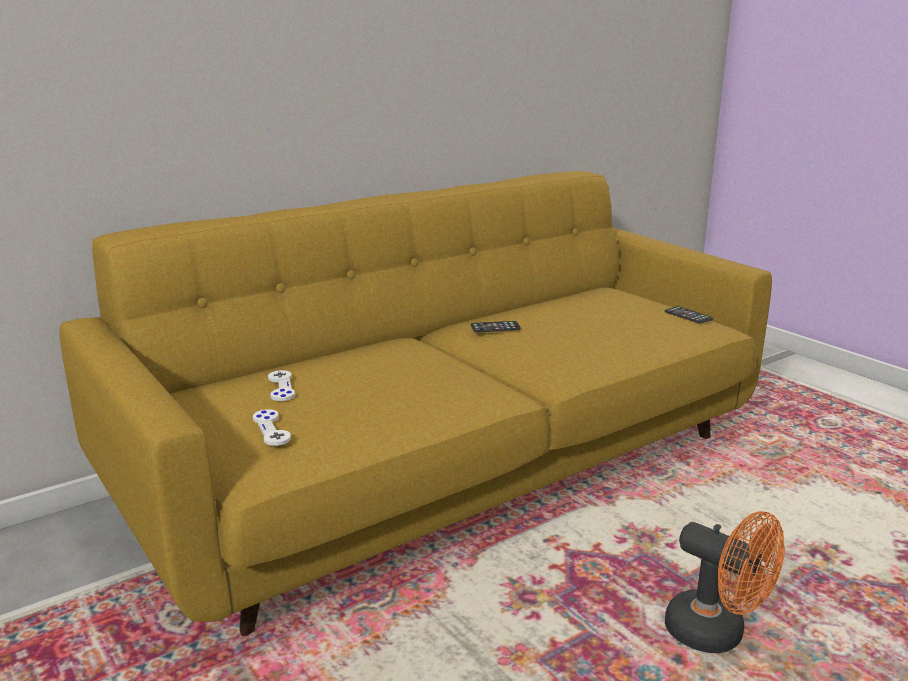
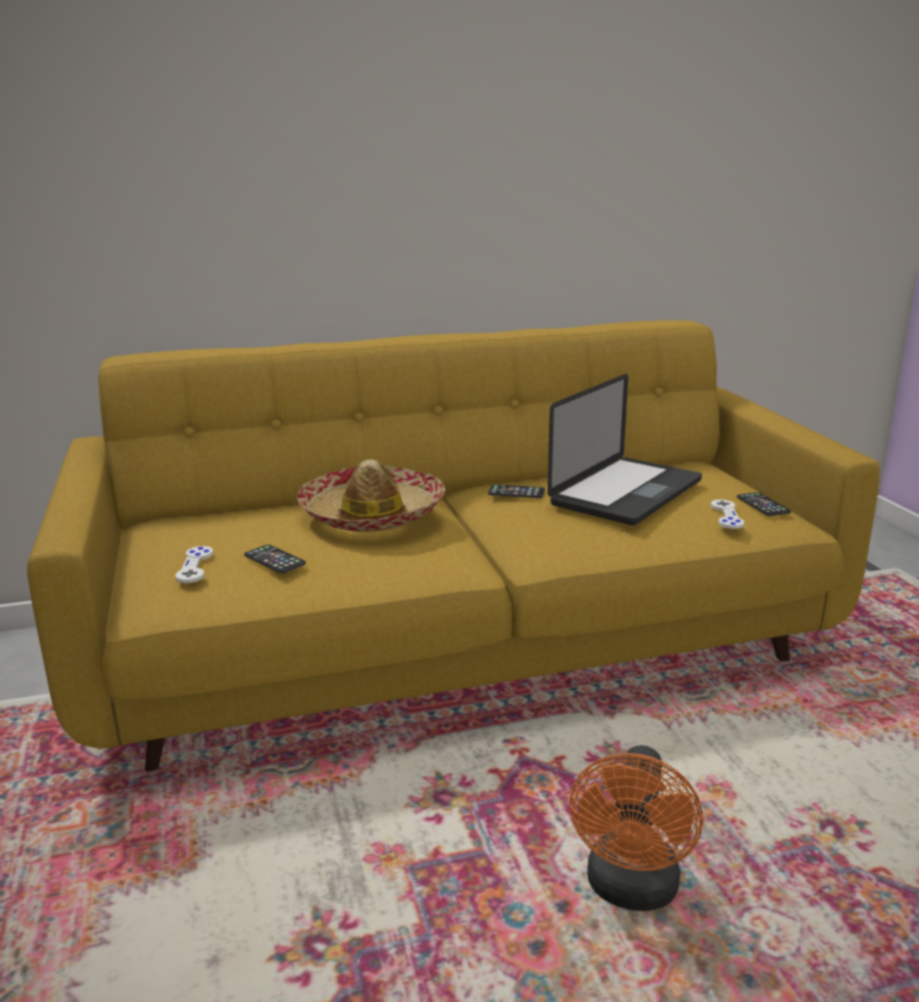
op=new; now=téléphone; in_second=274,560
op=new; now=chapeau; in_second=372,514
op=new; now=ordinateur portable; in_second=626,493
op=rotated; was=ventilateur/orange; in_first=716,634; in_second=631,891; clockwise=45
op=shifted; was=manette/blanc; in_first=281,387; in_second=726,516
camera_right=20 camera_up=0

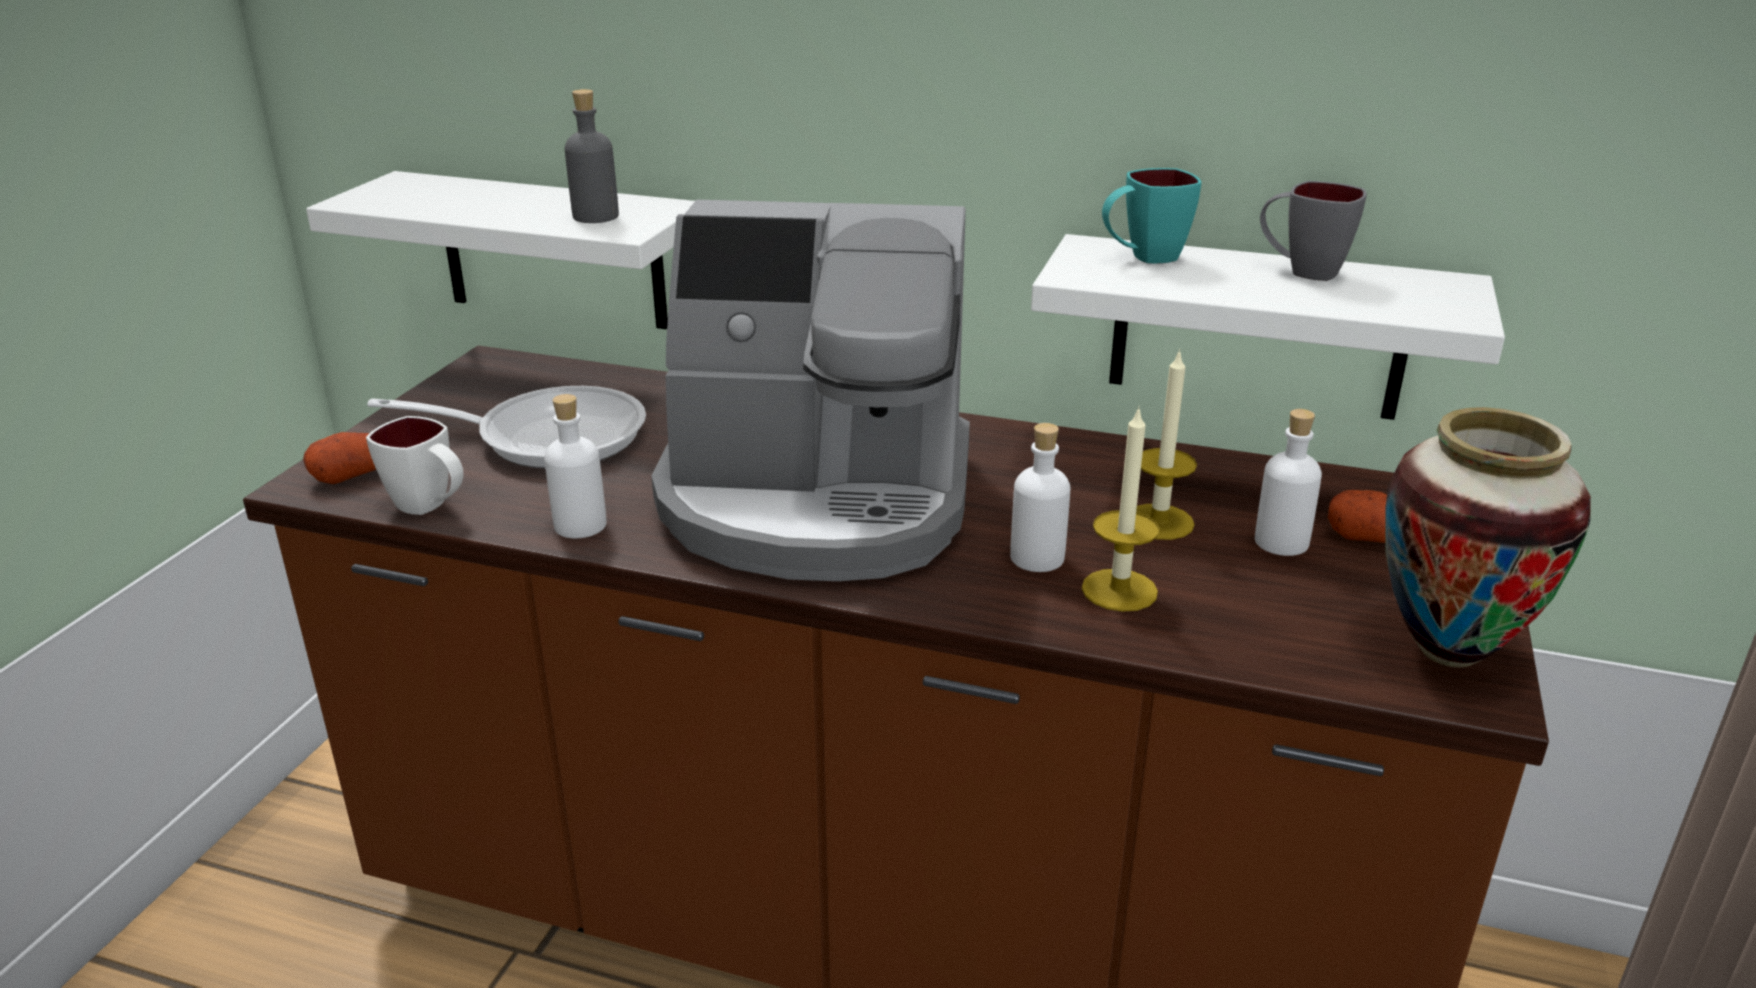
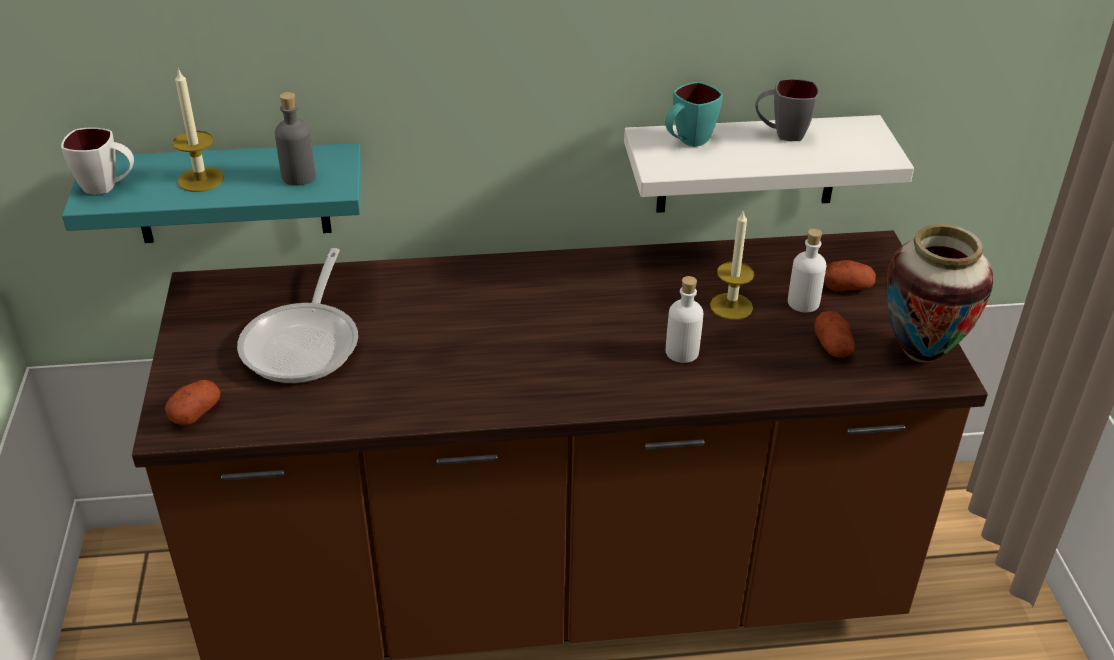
op=shifted; was=mug/blanc; in_first=430,507; in_second=108,187
op=repainted; was=étagère/blanc; now=étagère/turquoise; in_first=552,251; in_second=231,193
op=shifted; was=bougie; in_first=1119,590; in_second=200,179
op=rotated; was=poêle; in_first=548,437; in_second=305,342; clockwise=120
op=new; now=pomme de terre; in_second=832,346
op=gone; was=bouteille/blanc; in_first=580,525
op=gone; was=machine à café; in_first=817,502
camera_right=-25 camera_up=10

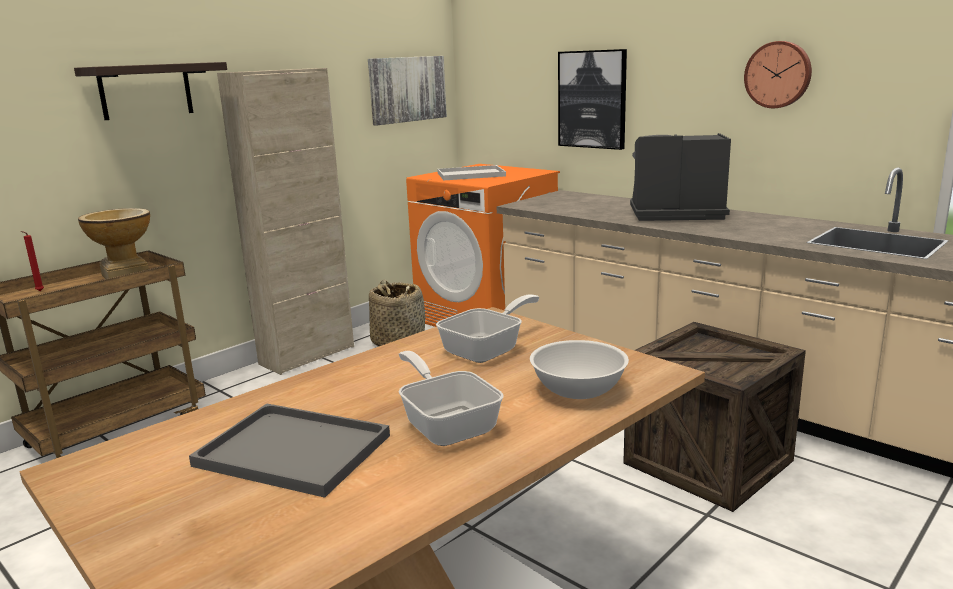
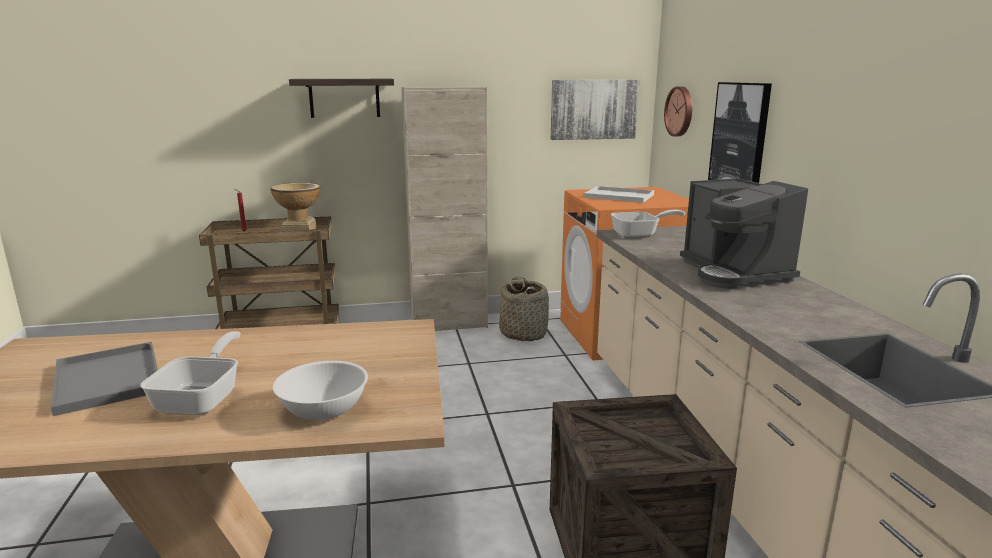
op=shifted; was=poêle; in_first=488,349; in_second=640,235
op=shifted; was=horloge murale; in_first=778,74; in_second=680,111
op=rotated; was=machine à café; in_first=673,214; in_second=734,273; clockwise=-150
camera_right=35 camera_up=0

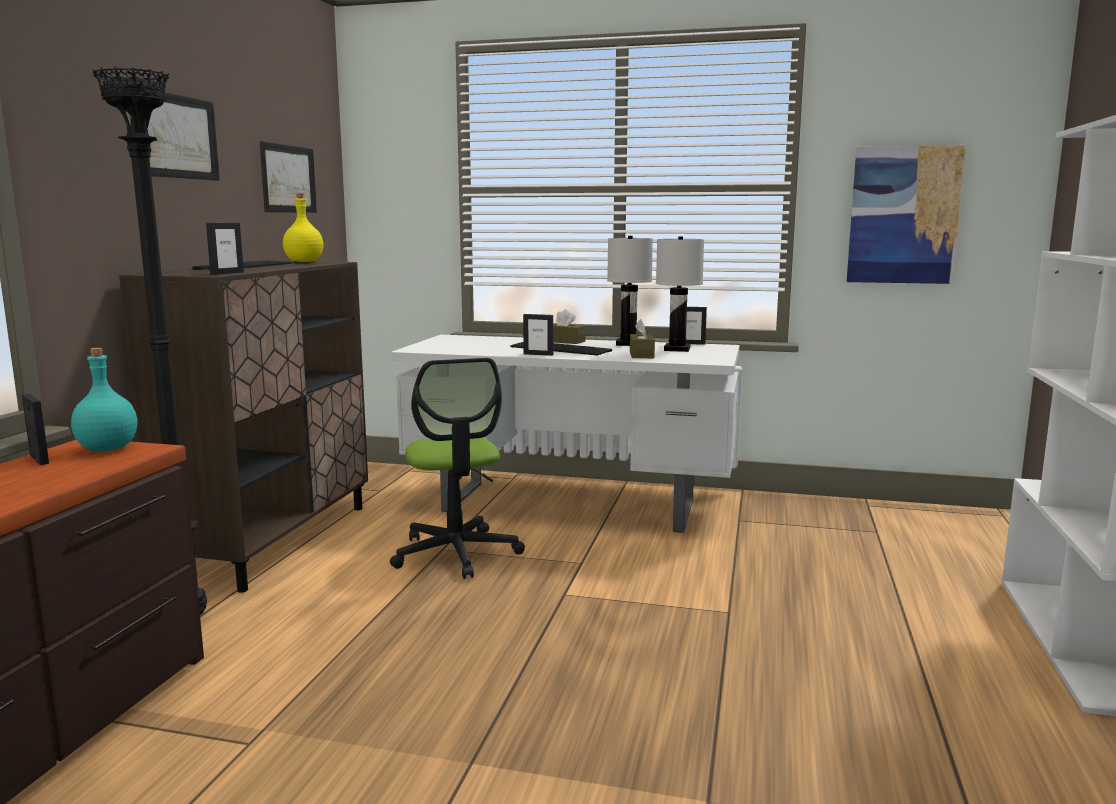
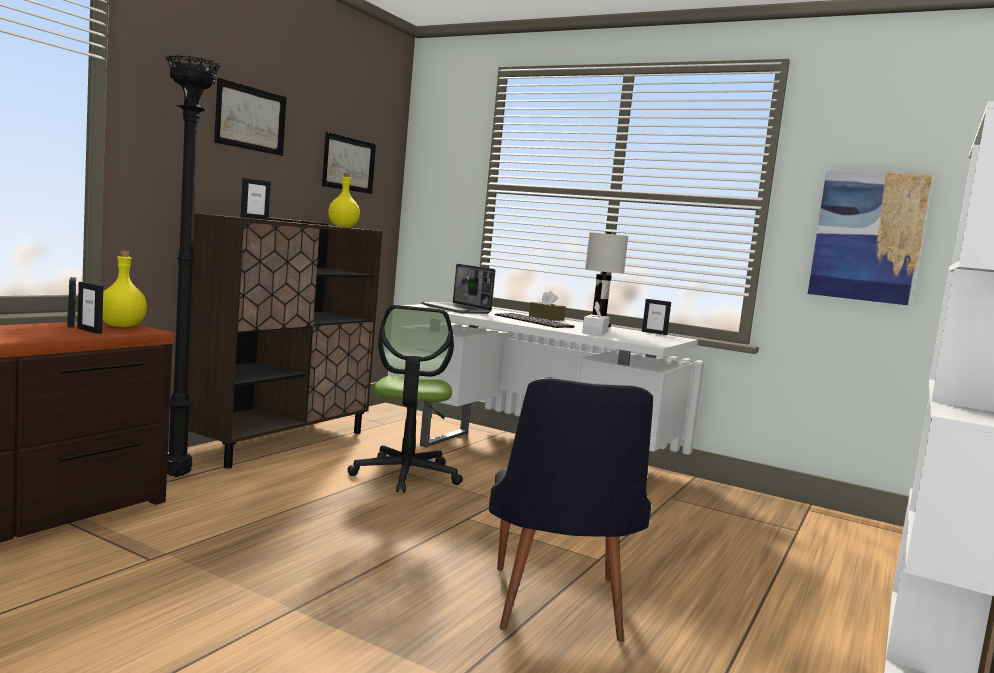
op=shifted; was=cadre photo; in_first=538,354; in_second=90,331
op=repainted; was=bouteille/turquoise; now=bouteille/jaune; in_first=108,448; in_second=122,326
op=new; now=ordinateur portable; in_second=456,309
op=new; now=chaise/noir; in_second=555,610
op=repainted; was=boîte à mouchoirs/marron; now=boîte à mouchoirs/blanc; in_first=641,355; in_second=595,332
op=gone; was=lampe de table/blanc; in_first=677,349
camera_right=15 camera_up=-5

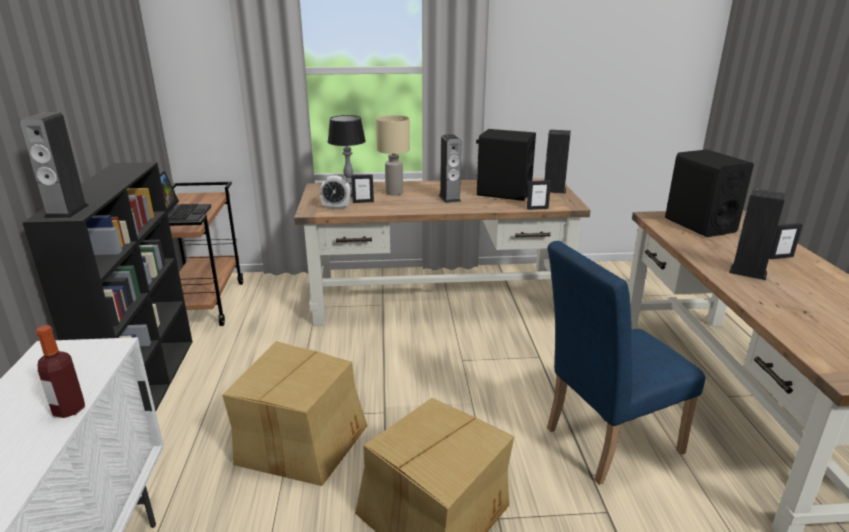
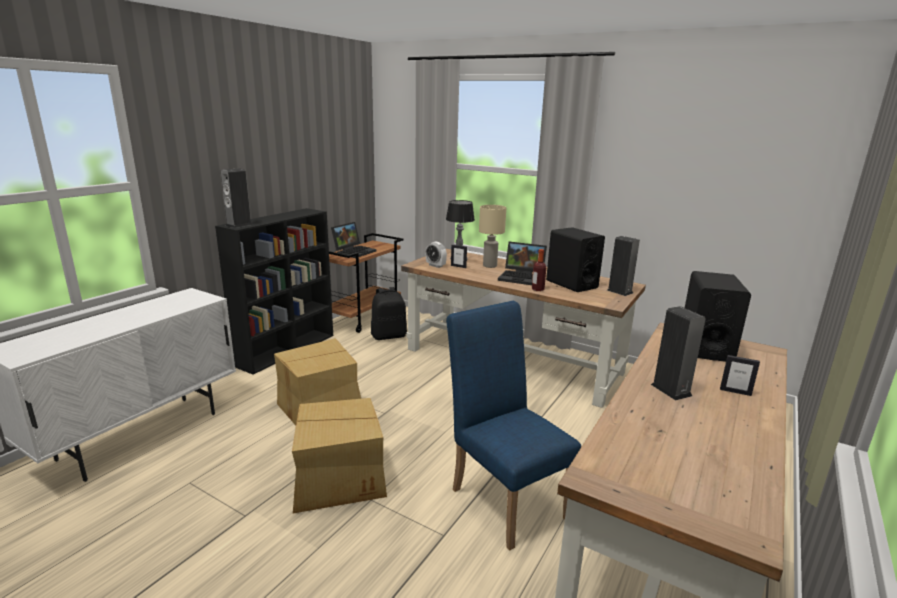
op=new; now=sac à dos/noir; in_second=389,336
op=rotated; was=chaise/bleu; in_first=604,442; in_second=504,497; clockwise=45
op=swapped; was=enceinte; now=ordinateur portable; in_first=449,198; in_second=522,277
op=shifted; was=bouteille; in_first=69,409; in_second=537,289
op=gone; was=cadre photo; in_first=537,208
camera_right=35 camera_up=-5

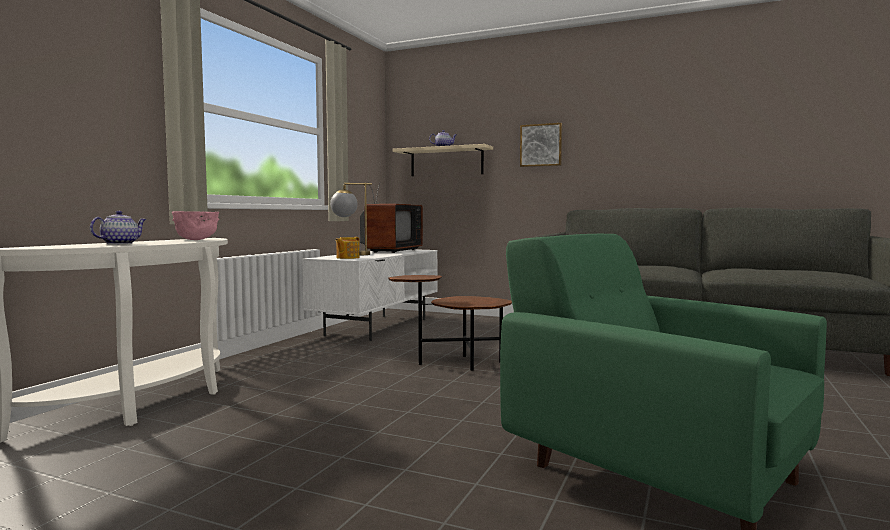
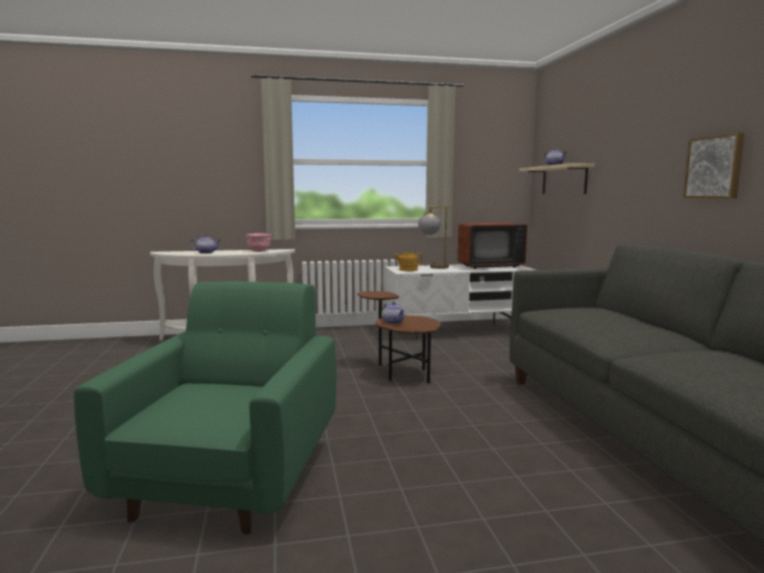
op=new; now=théière; in_second=394,322
op=shifted; was=tableau; in_first=541,145; in_second=715,167
camera_right=55 camera_up=5

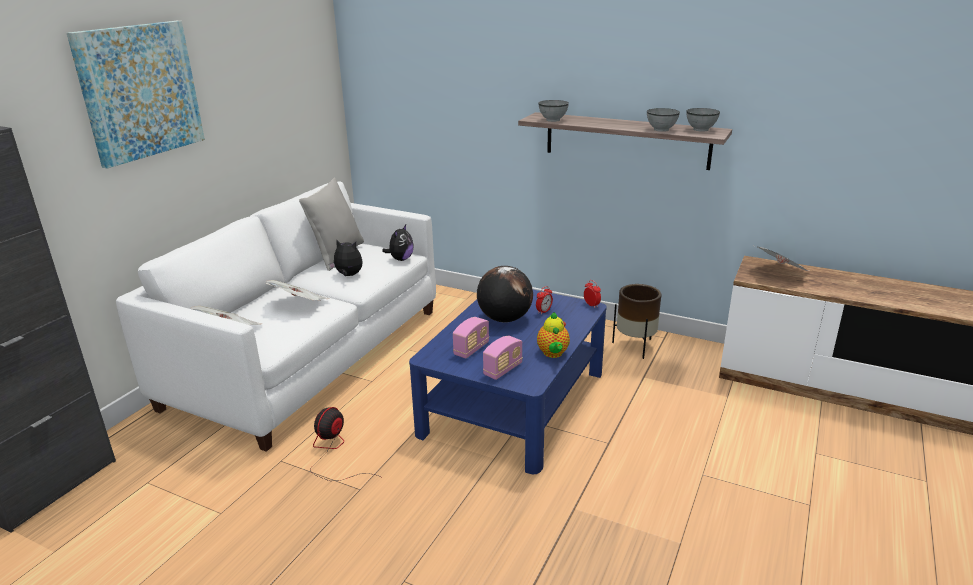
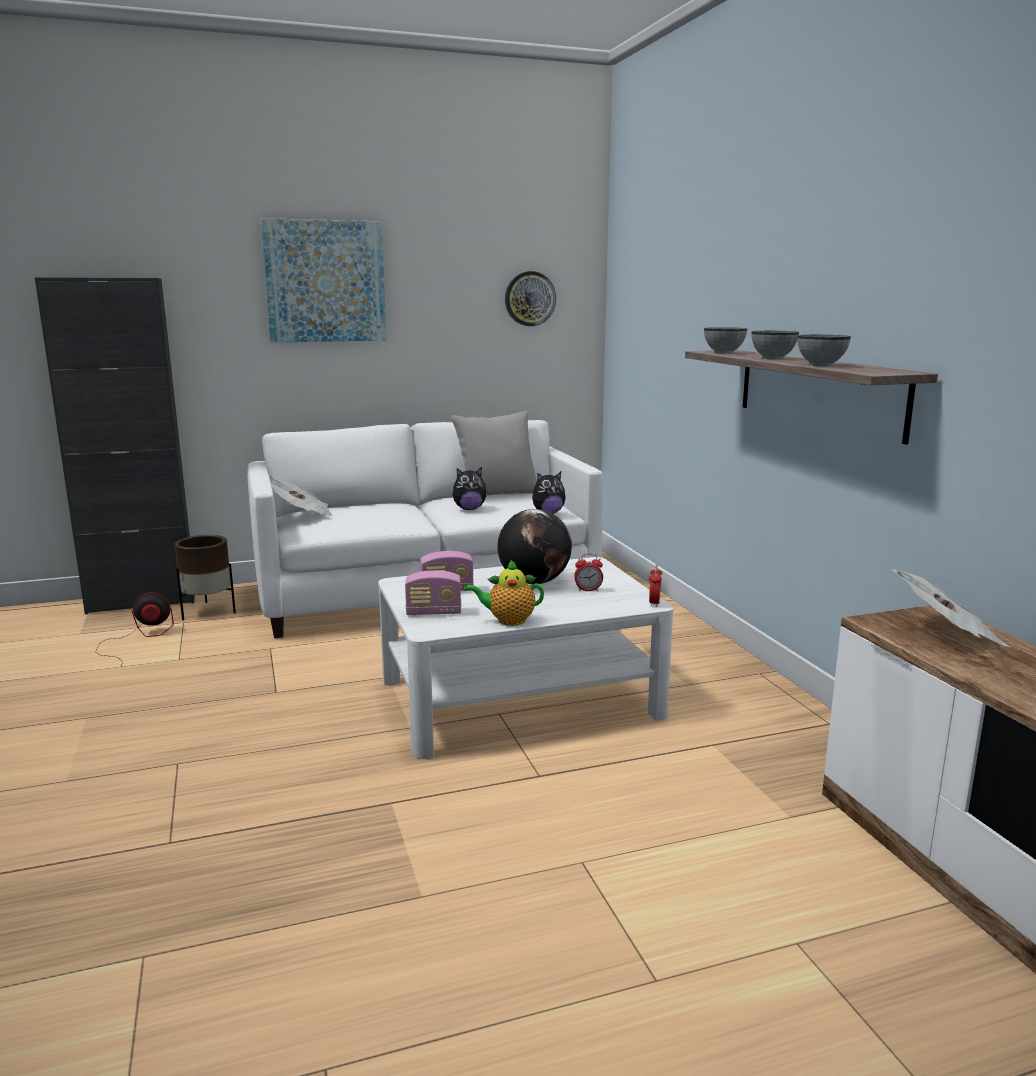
op=shifted; was=ventilateur; in_first=334,452; in_second=139,638
op=shifted; was=cache-pot/marron; in_first=635,346; in_second=208,612
op=repainted; was=table basse/bleu; now=table basse/blanc; in_first=514,402; in_second=519,697
op=rotated; was=peluche; in_first=348,275; in_second=469,509; clockwise=105
op=rotated; was=théière; in_first=553,354; in_second=508,620; clockwise=45
op=new; now=horloge murale; in_second=530,299
op=shifted; was=bol/gris; in_first=701,129; in_second=773,358
op=gone; was=journal; in_first=300,305
camera_right=45 camera_up=-10

